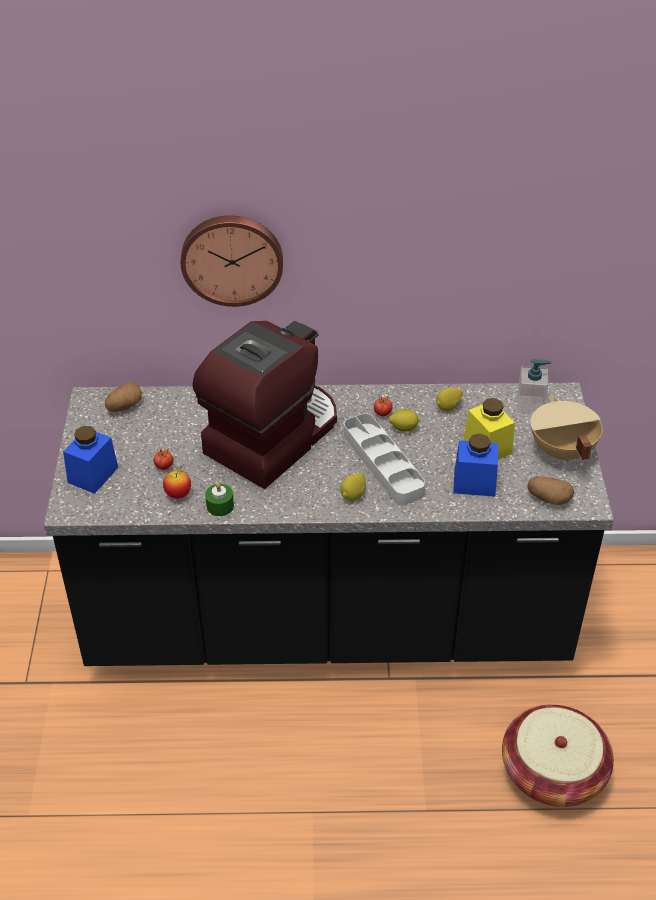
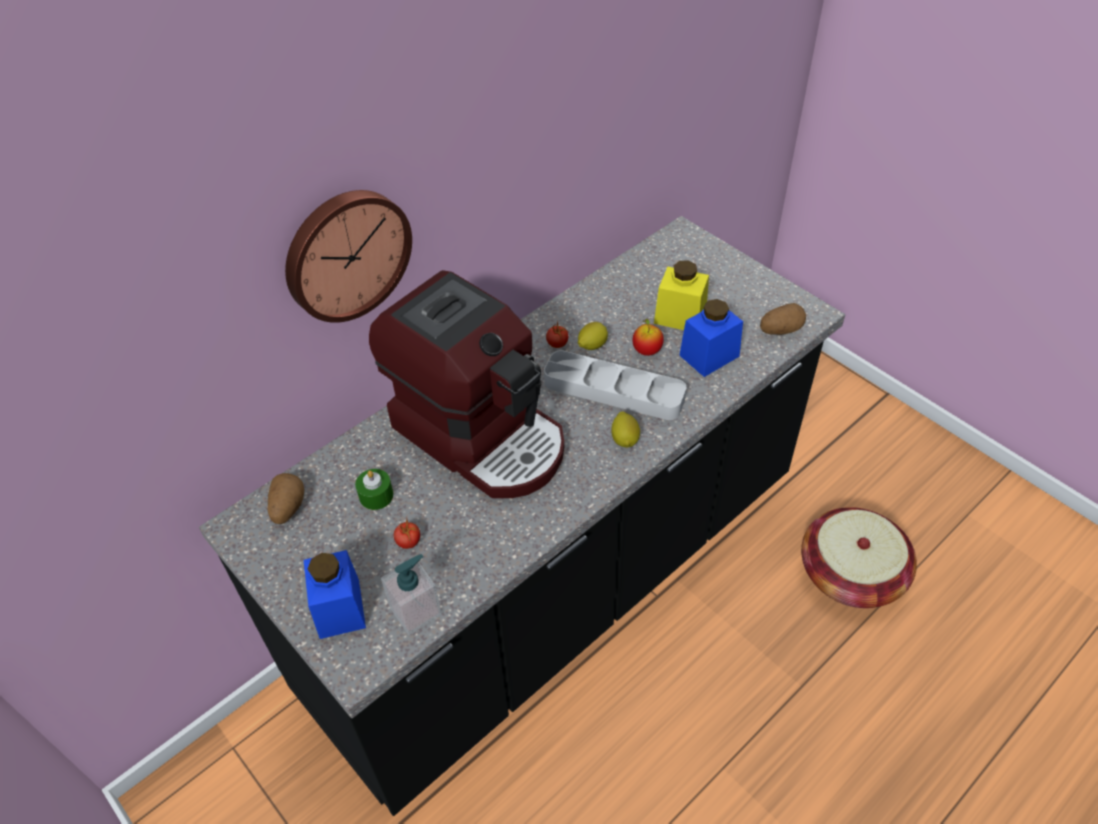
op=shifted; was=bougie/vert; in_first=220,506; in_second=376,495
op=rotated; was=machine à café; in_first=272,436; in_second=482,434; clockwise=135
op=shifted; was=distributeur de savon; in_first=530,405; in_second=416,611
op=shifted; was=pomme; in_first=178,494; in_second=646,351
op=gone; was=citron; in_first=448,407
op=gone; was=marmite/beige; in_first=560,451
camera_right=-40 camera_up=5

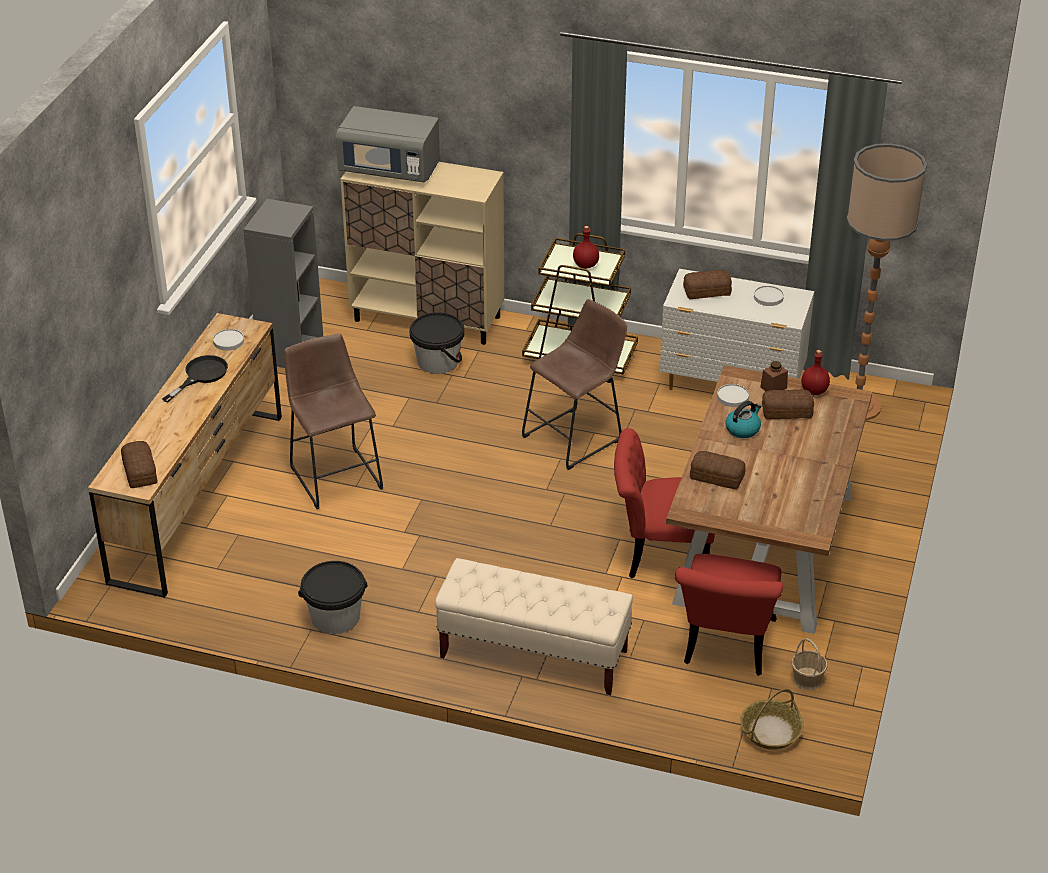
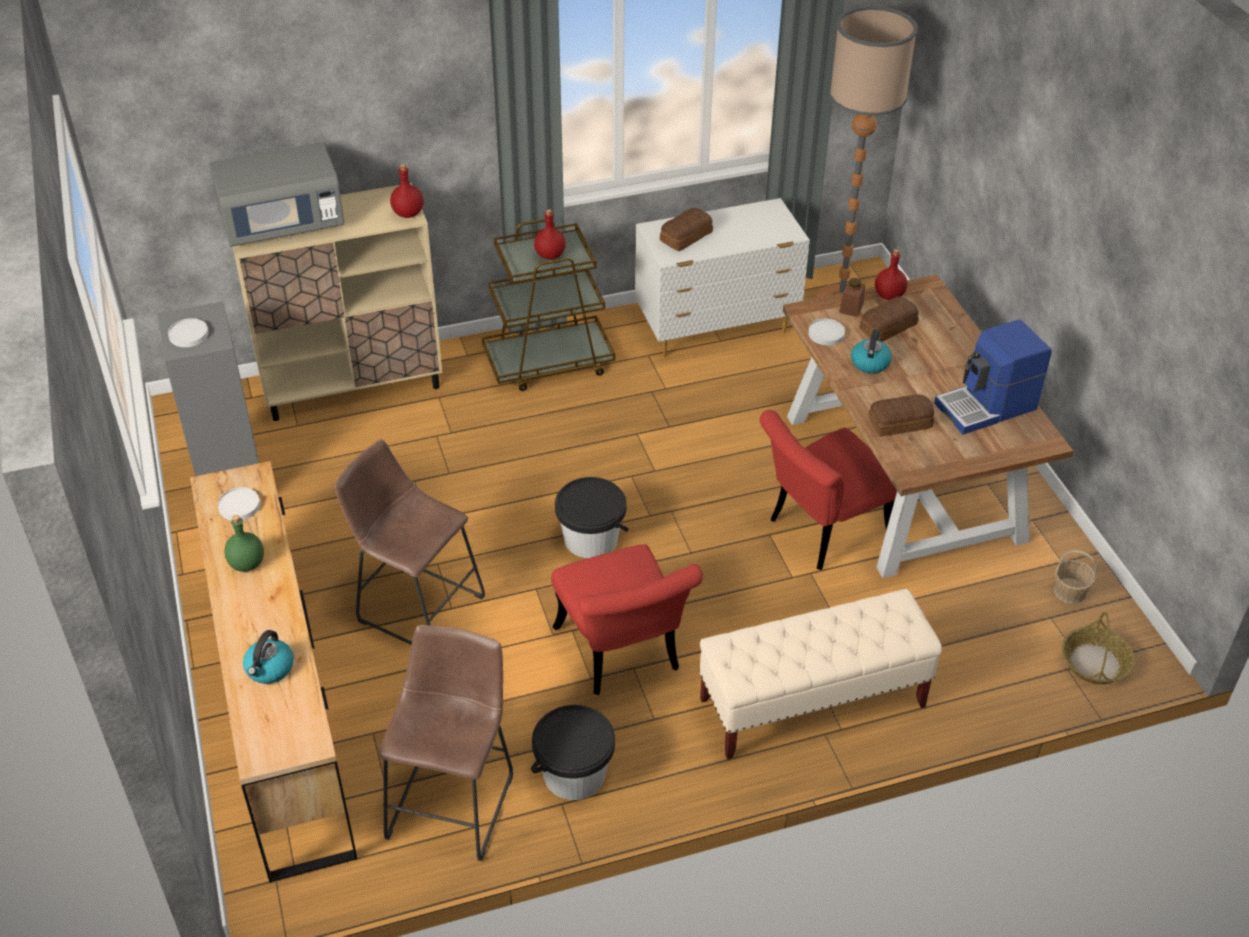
op=shifted; was=assiette/blanc; in_first=768,297; in_second=188,335
op=swapped; was=poêle/noir; now=bouteille/vert; in_first=201,375; in_second=246,564
op=new; now=bouilloire; in_second=270,669
op=shifted; was=tabouret/marron; in_first=576,436; in_second=454,800
op=new; now=bouteille/rouge; in_second=408,213
op=shifted; was=chaise/rouge; in_first=725,648; in_second=622,656
op=shifted; was=seau/noir; in_first=438,361; in_second=591,539
op=new; now=machine à café; in_second=987,407
op=gone; was=pain; in_first=140,471
camera_right=-35 camera_up=5

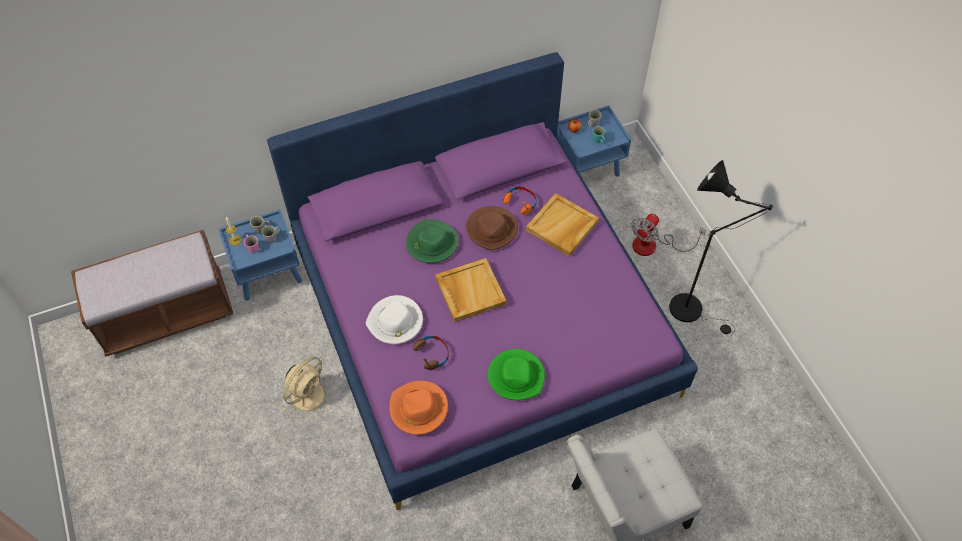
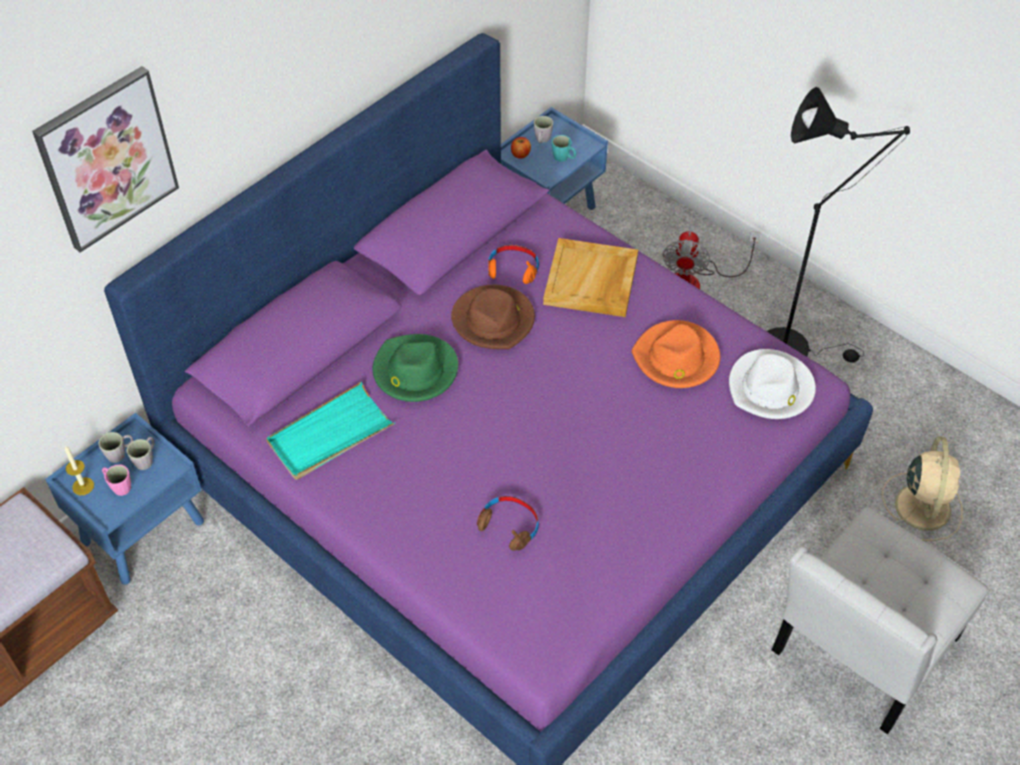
op=new; now=tableau; in_second=107,158
op=new; now=plateau/turquoise; in_second=330,435
op=shifted; was=chapeau/orange; in_first=418,409; in_second=676,358
op=shifted; was=chapeau/blanc; in_first=395,322; in_second=771,388
op=shifted; was=ventilateur/beige; in_first=309,394; in_second=922,505
op=gone; was=plateau/beige; in_first=469,291
op=gone; was=chapeau/vert; in_first=516,376
camera_right=-25 camera_up=-5

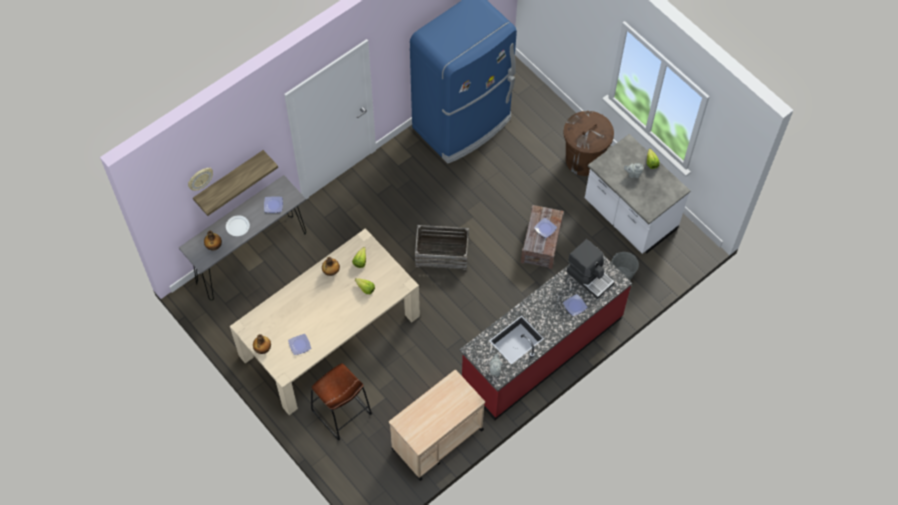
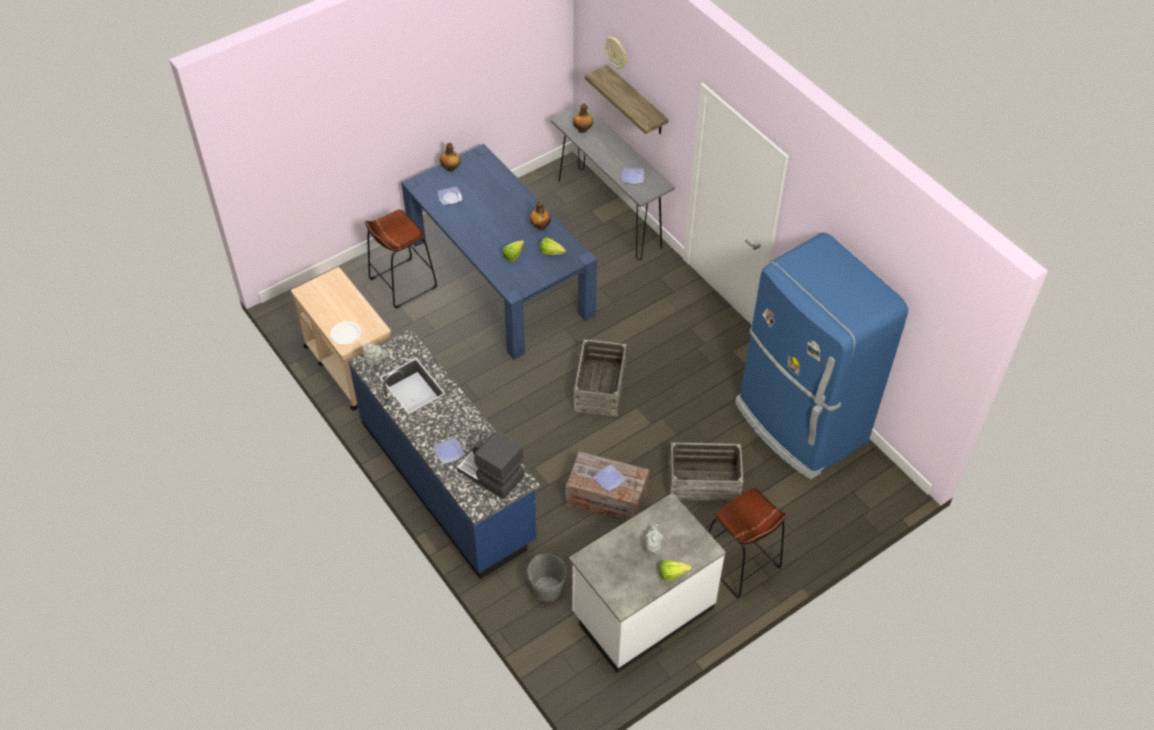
op=shifted; was=assiette/blanc; in_first=238,226; in_second=346,334
op=repainted; was=comptoir de cuisine/rouge; now=comptoir de cuisine/bleu; in_first=541,350; in_second=448,481
op=repainted; was=table à manger/beige; now=table à manger/bleu; in_first=330,336; in_second=500,276
op=rotated; was=machine à café; in_first=590,276; in_second=490,474; clockwise=75
op=new; now=caisse; in_second=704,481
op=swapped; was=poubelle/marron; now=tabouret/marron; in_first=584,160; in_second=740,563
camera_right=95 camera_up=-10

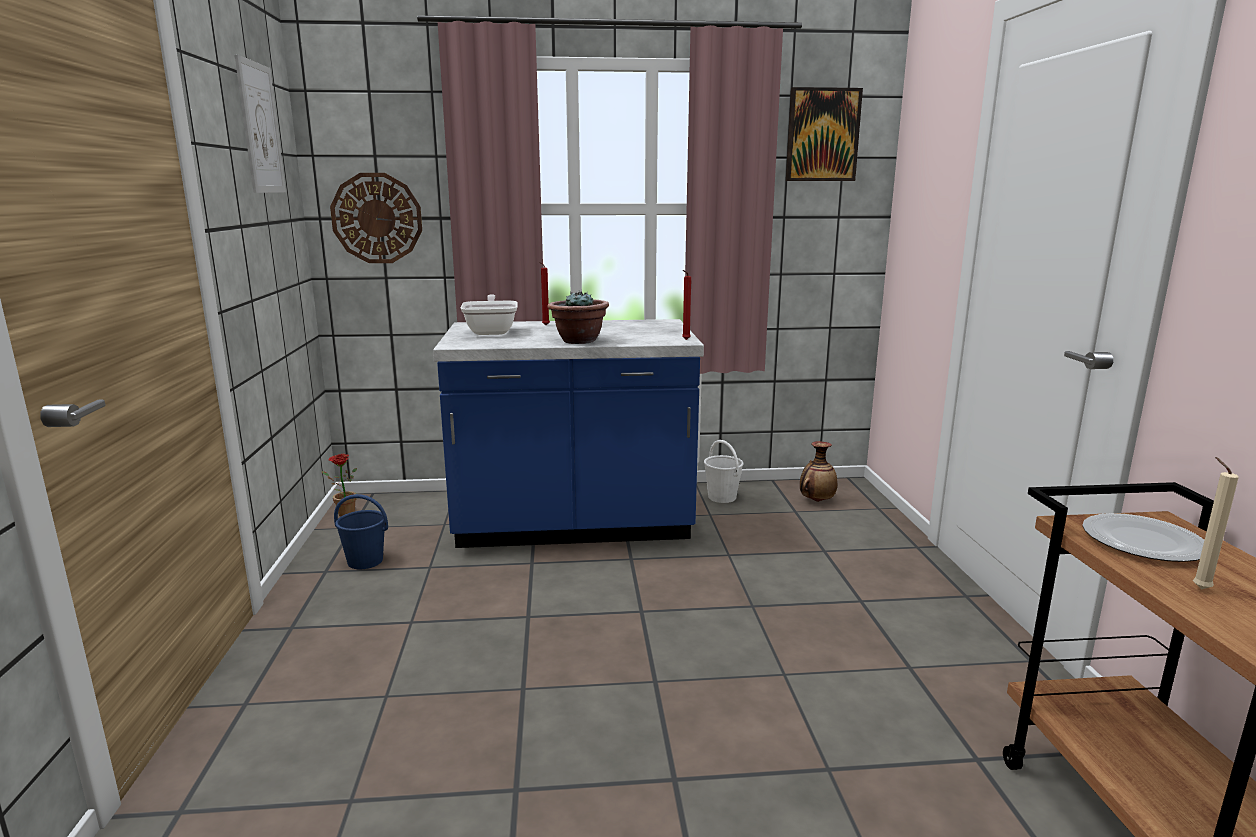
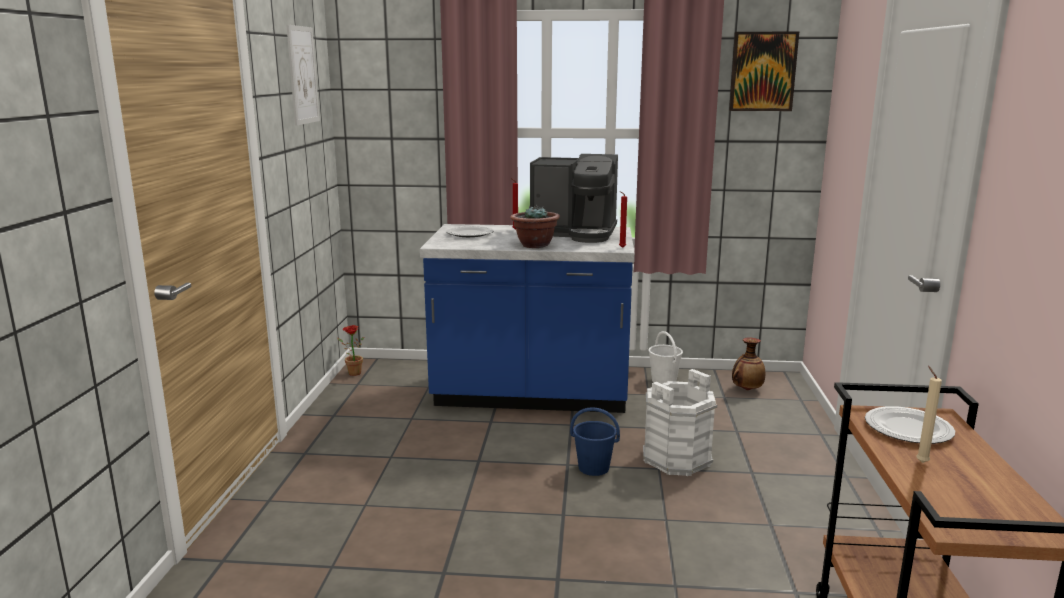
op=swapped; was=poêle; now=assiette; in_first=492,331; in_second=470,233
op=new; now=machine à café; in_second=575,233
op=shifted; was=seau/bleu; in_first=366,561; in_second=594,468
op=new; now=seau/blanc; in_second=677,459
op=gone; was=horloge murale; in_first=377,218
camera_right=10 camera_up=0

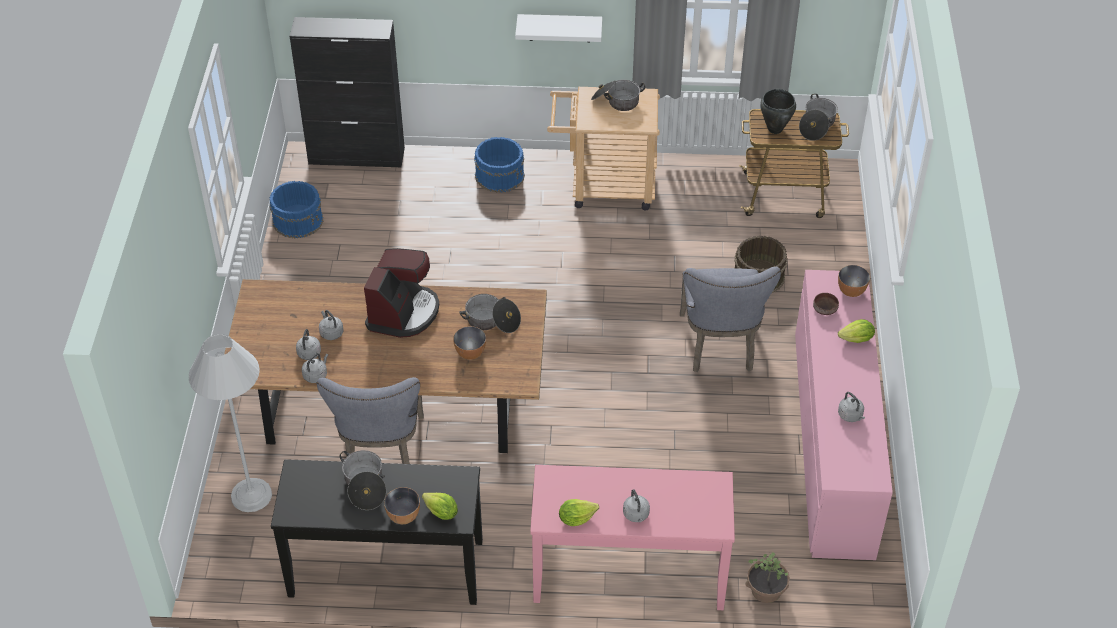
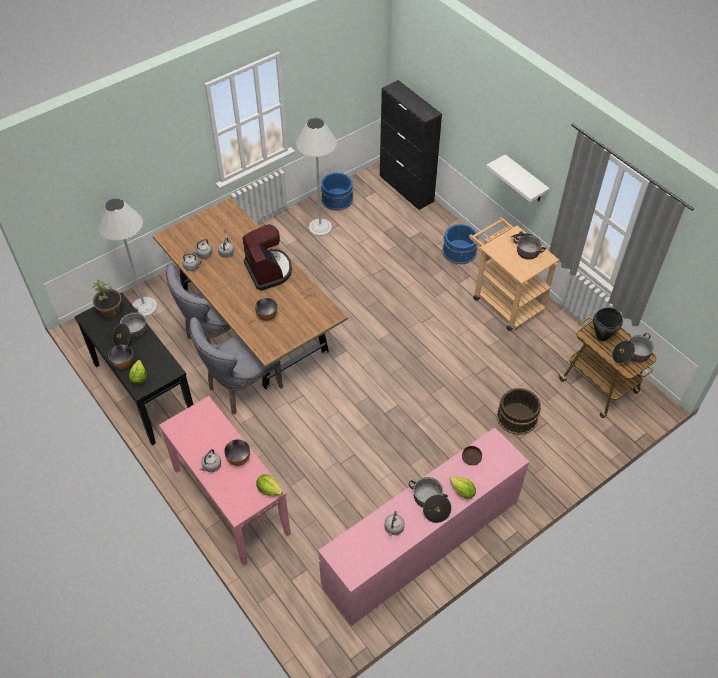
op=shifted; was=plante en pot; in_first=766,590; in_second=110,309
op=shifted; was=chaise/gris; in_first=720,346; in_second=240,388
op=shifted; was=bol; in_first=851,291; in_second=238,459
op=rotated; was=machine à café; in_first=403,313; in_second=269,270; clockwise=-90
op=shifted; was=laitue; in_first=576,518; in_second=269,489
op=new; now=lampadaire/blanc; in_second=320,227
op=shifted; was=marmite; in_first=492,321; in_second=430,503
camera_right=50 camera_up=5

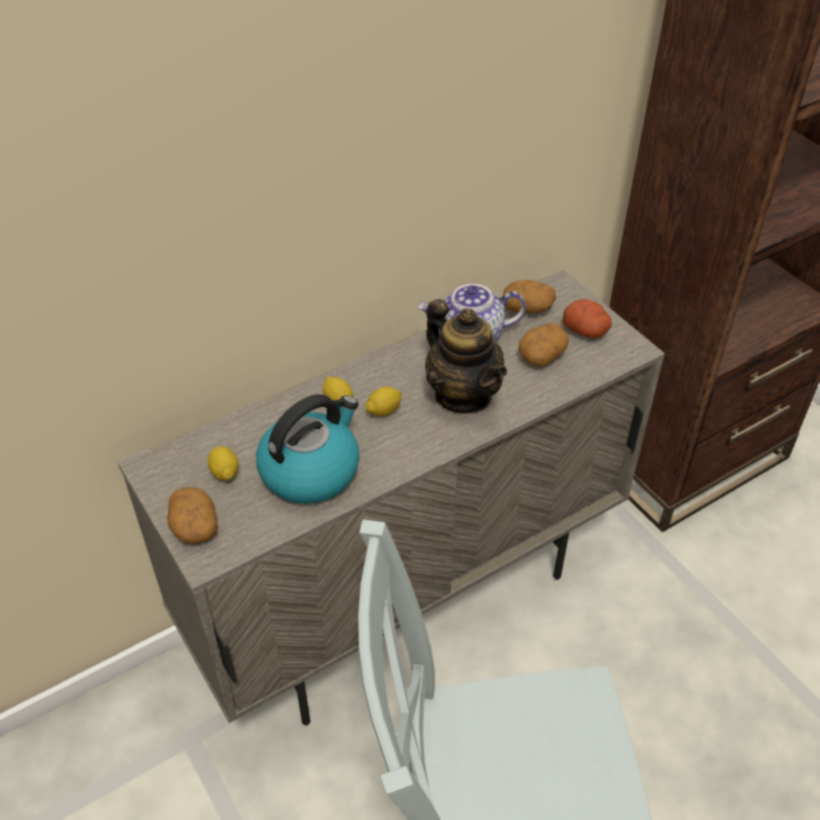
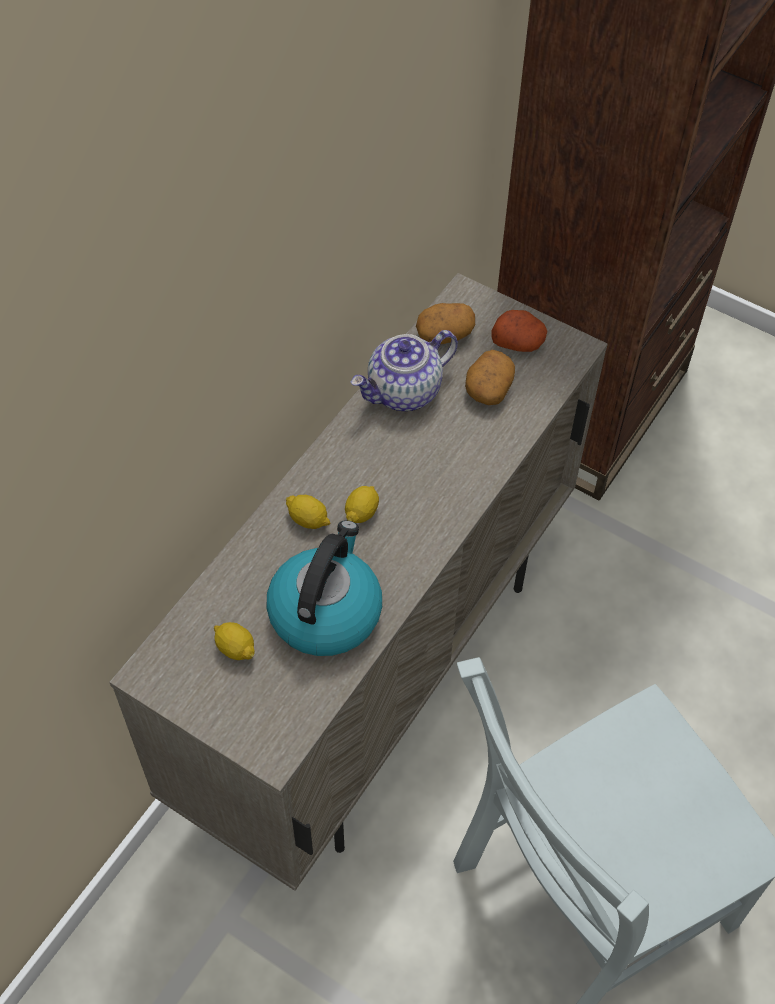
op=gone; was=pomme de terre; in_first=194,526
op=gone; was=théière; in_first=463,395
camera_right=-25 camera_up=10

